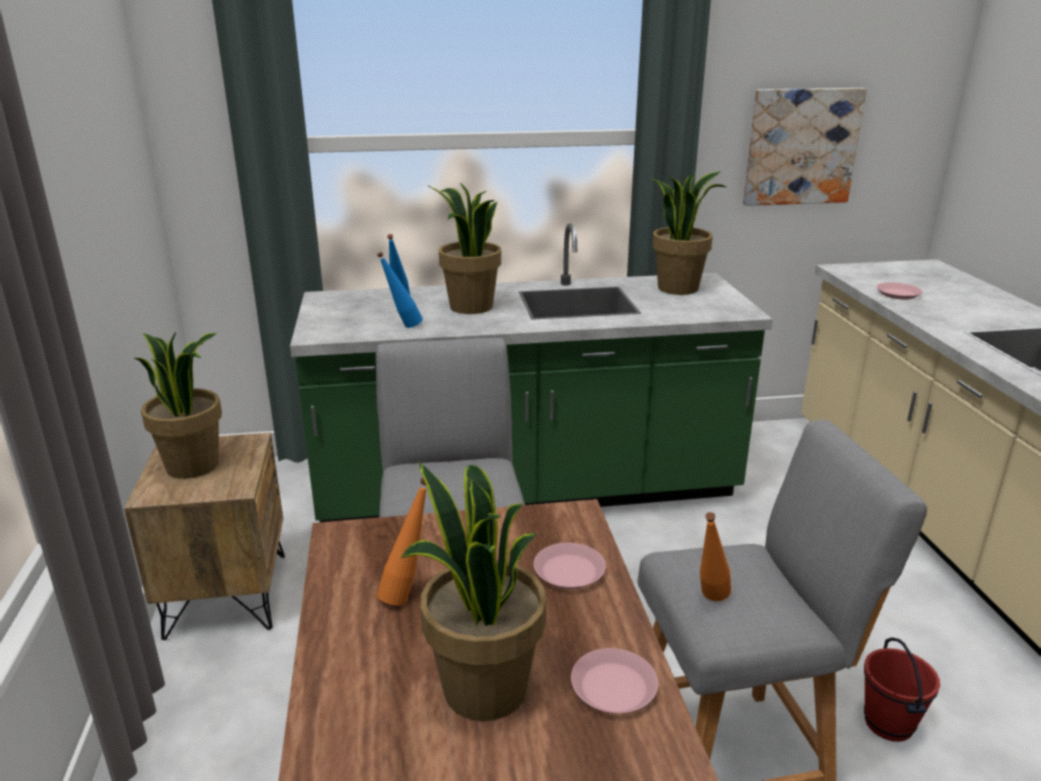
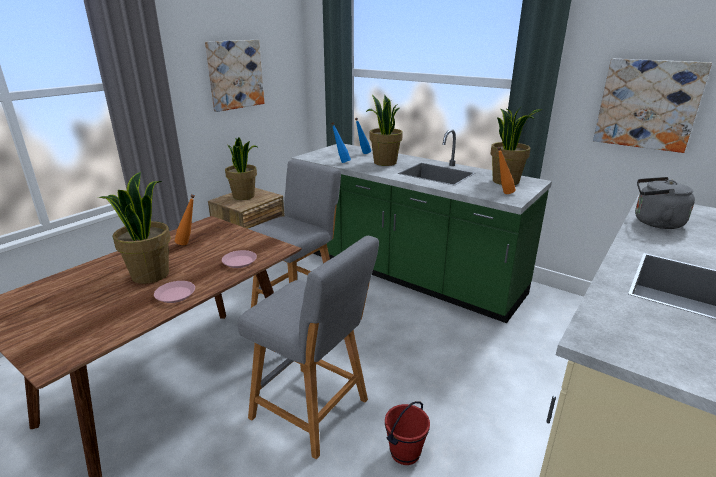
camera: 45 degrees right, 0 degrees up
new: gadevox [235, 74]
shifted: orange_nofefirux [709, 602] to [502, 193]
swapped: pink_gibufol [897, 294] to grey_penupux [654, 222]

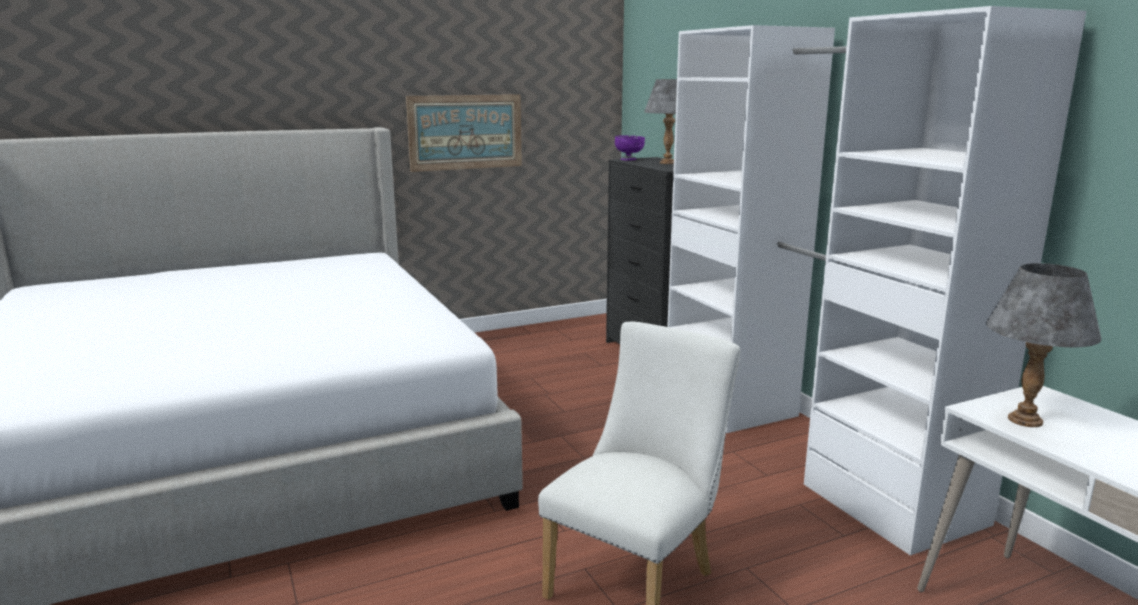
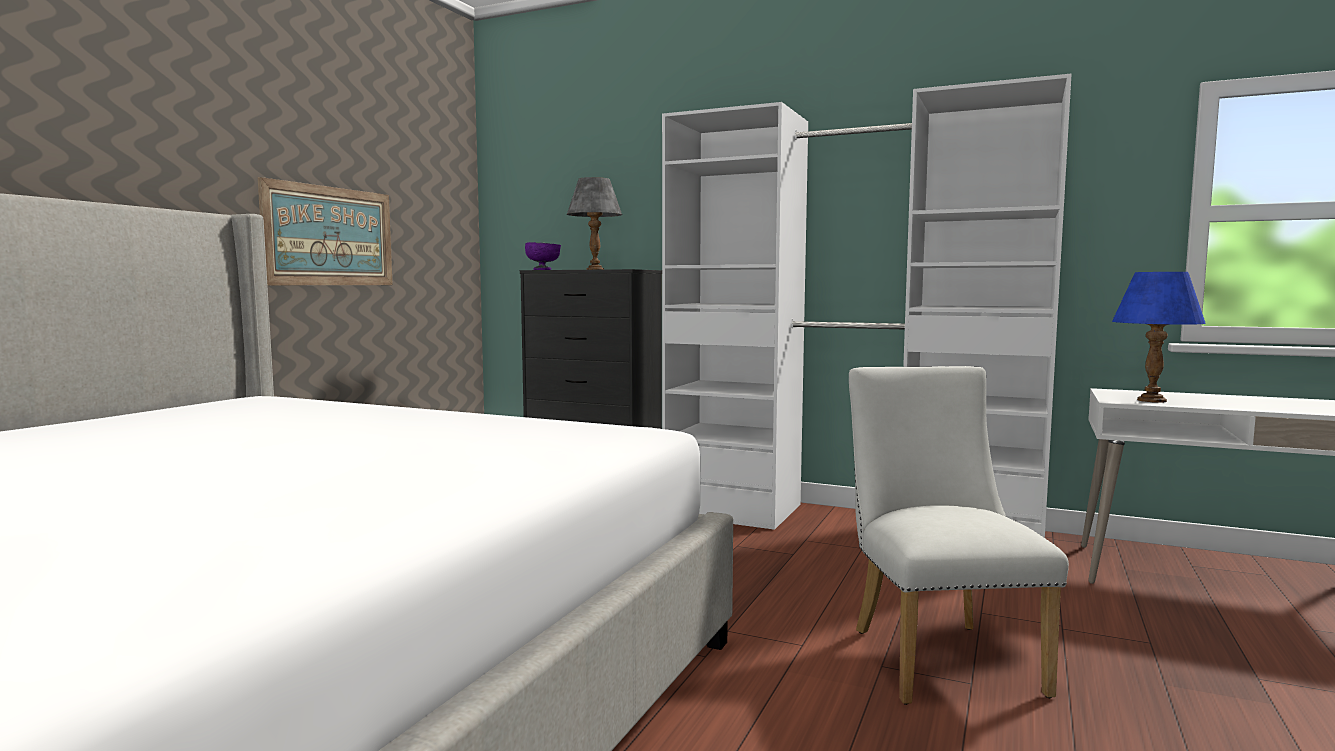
camera: 40 degrees left, 10 degrees down
repainted: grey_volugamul [1025, 420] to blue_volugamul [1152, 400]

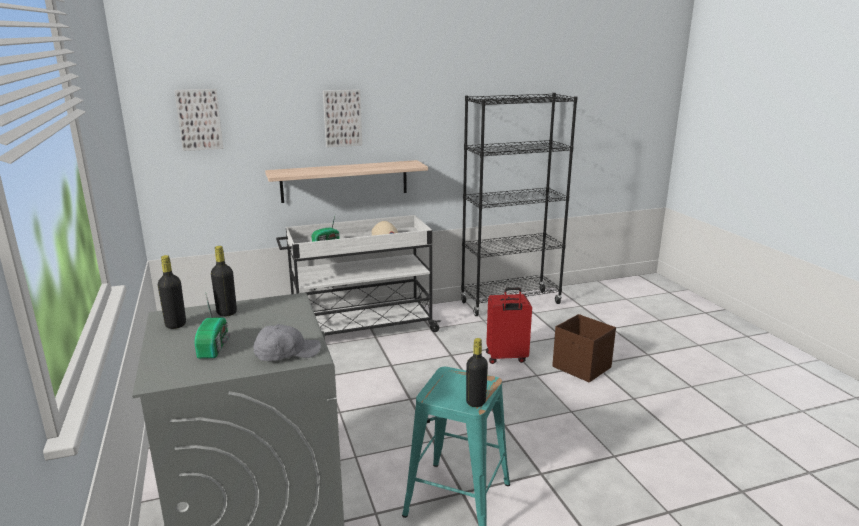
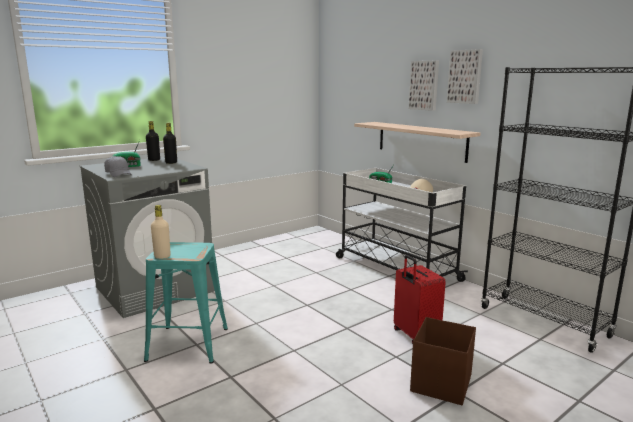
camera: 70 degrees right, 5 degrees down
shifted: gadevox [199, 119] to [465, 76]
repainted: black_nofefirux [475, 402] to beige_nofefirux [162, 256]

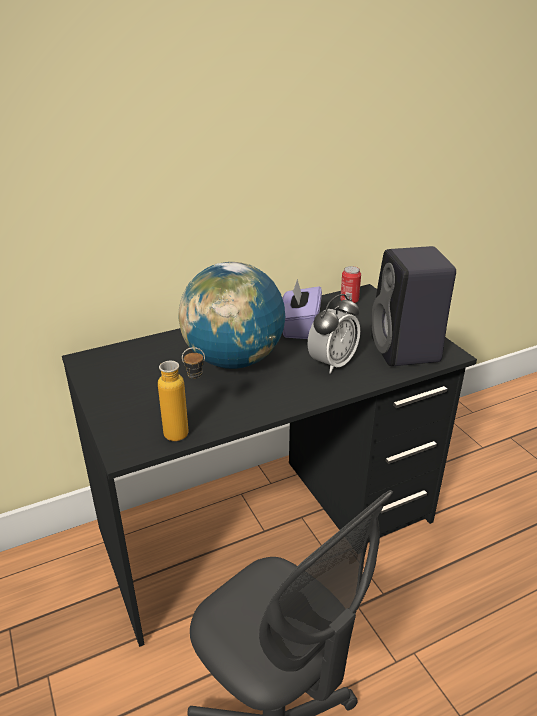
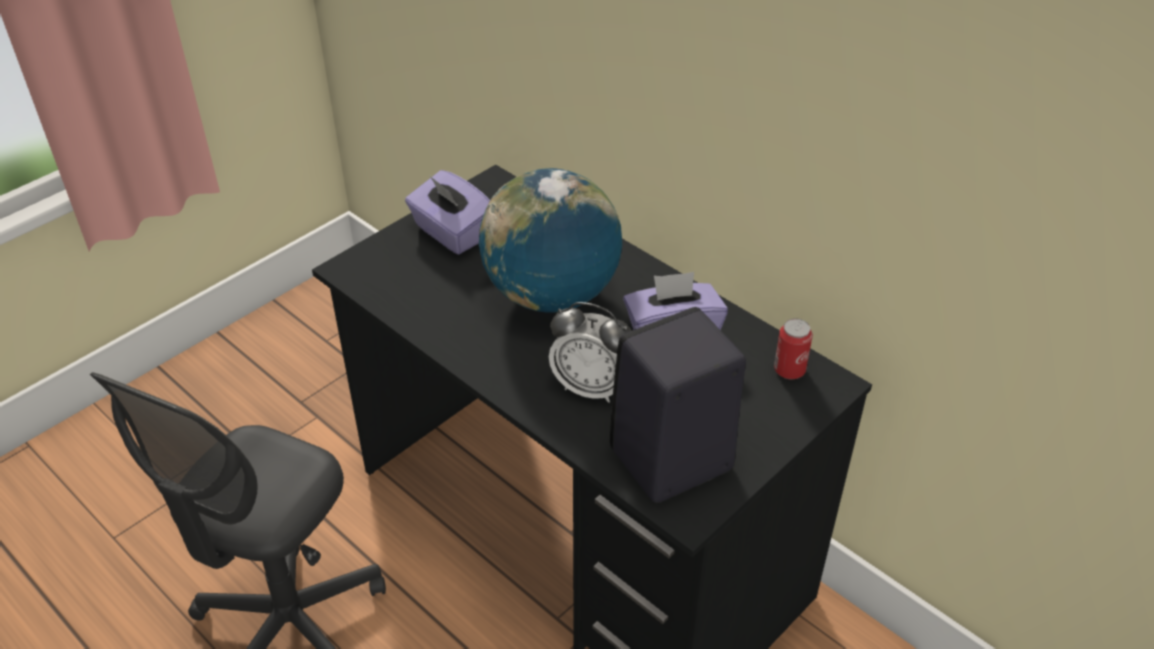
camera: 70 degrees right, 10 degrees up
gone: nofefirux [186, 433]
new: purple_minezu [451, 233]

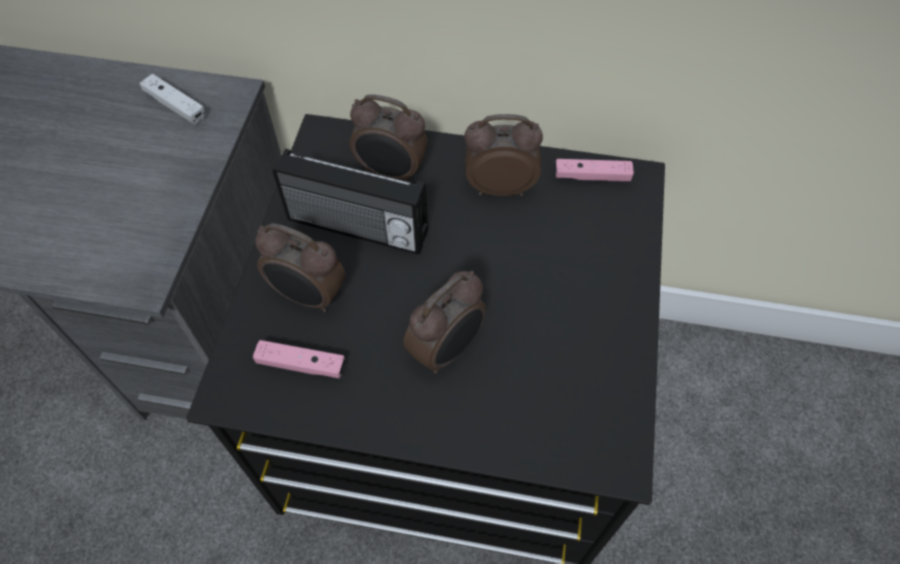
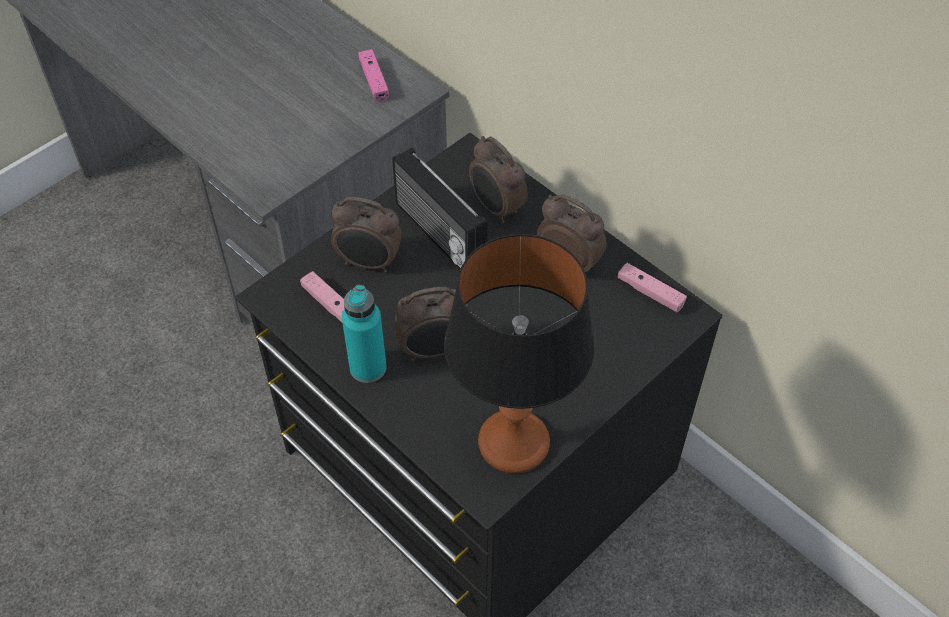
camera: 35 degrees right, 5 degrees down
new: turquoise_nofefirux [368, 367]; volugamul [513, 442]
repainted: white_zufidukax [175, 105] to pink_zufidukax [374, 80]
rotated: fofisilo [308, 296] = [369, 263] 45 degrees counterclockwise

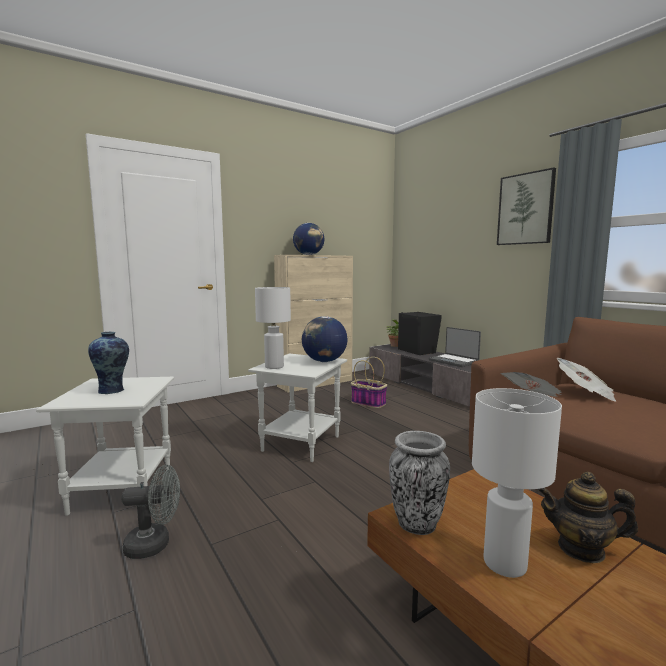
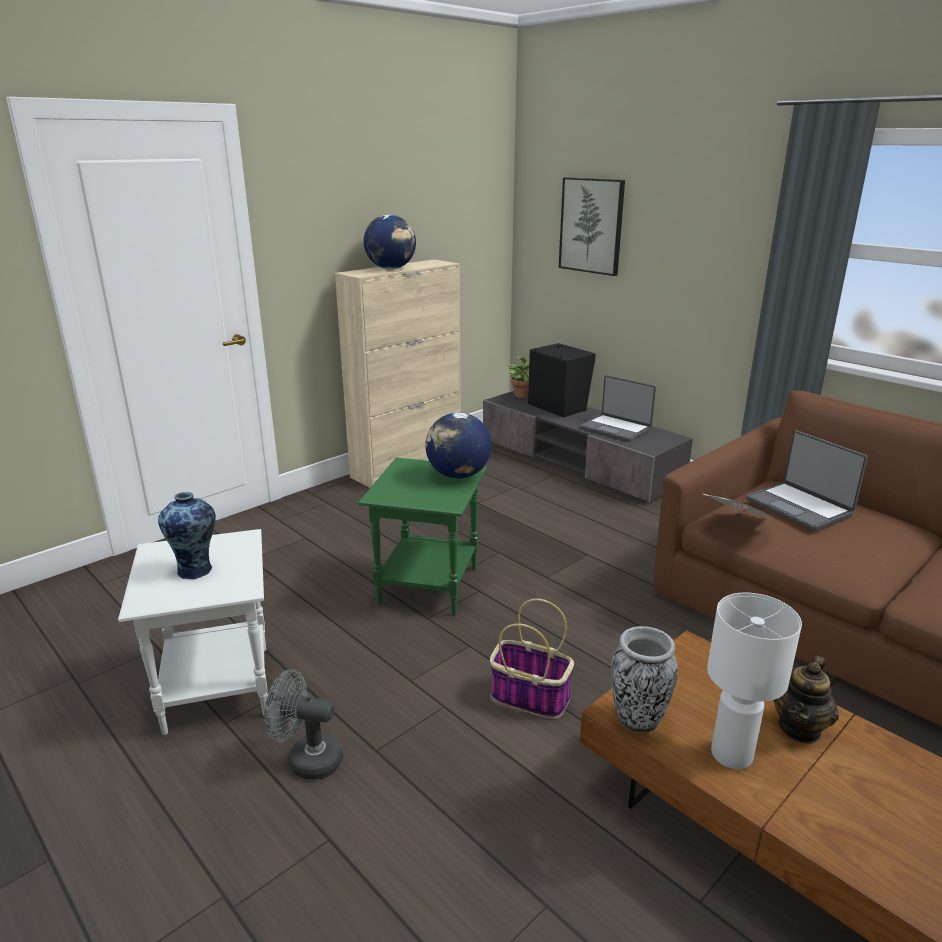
camera: 10 degrees left, 15 degrees up
gone: white_volugamul [275, 367]
shifted: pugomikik [367, 403] to [528, 697]; gadevox [525, 209] to [591, 226]
swapped: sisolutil [585, 393] to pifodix [799, 507]
repainted: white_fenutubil [301, 443] to green_fenutubil [429, 585]
rotated: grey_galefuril [155, 544] = [307, 759] 150 degrees counterclockwise; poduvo [581, 549] = [800, 728] 60 degrees counterclockwise

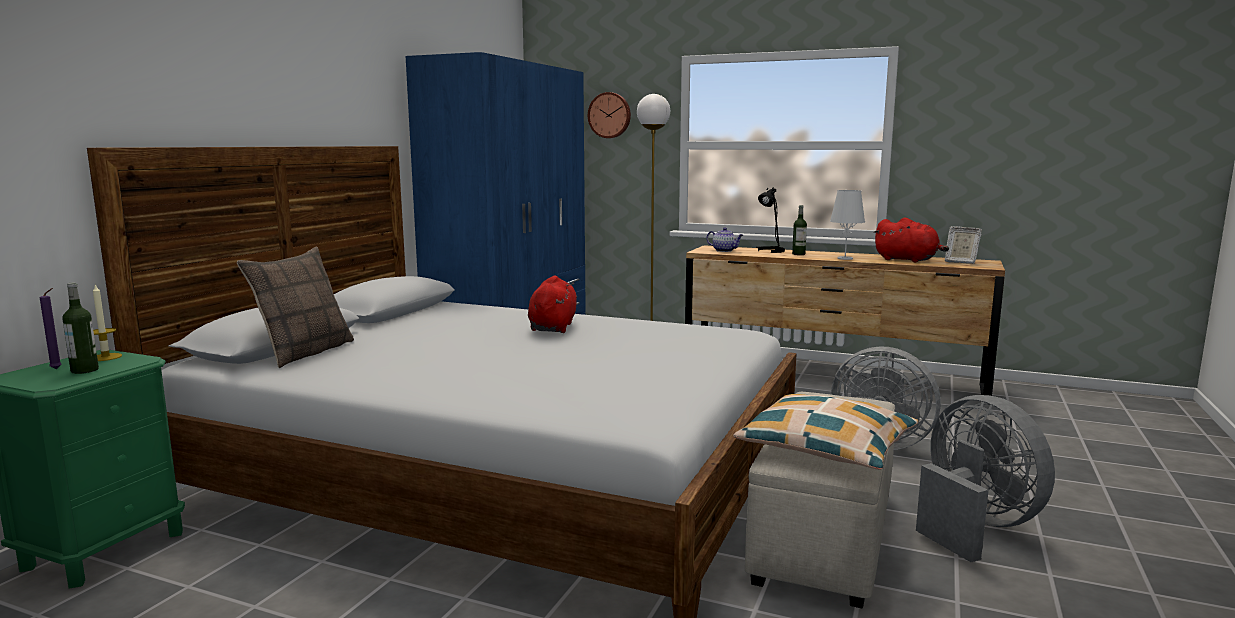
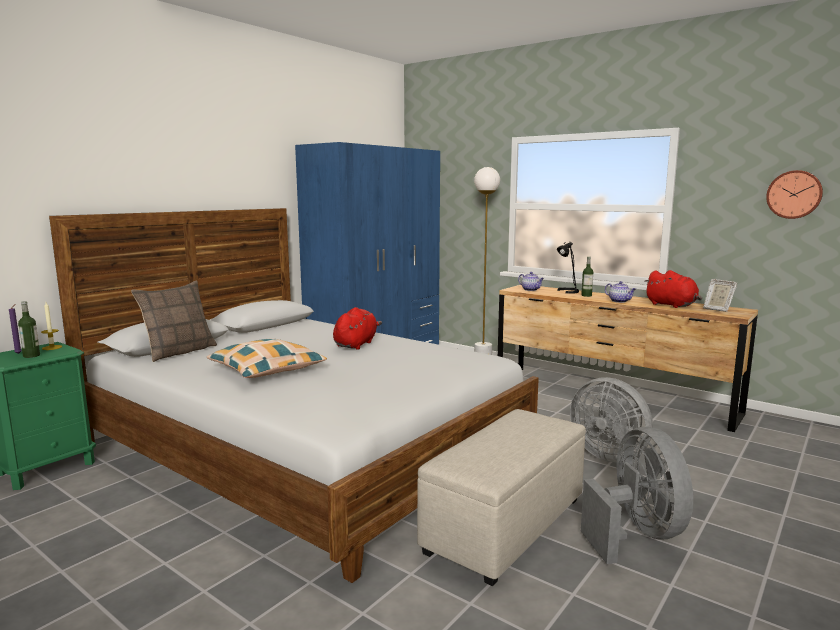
camera: 15 degrees right, 0 degrees up
shifted: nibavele [610, 115] to [794, 194]; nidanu [827, 447] to [267, 370]
swapped: white_volugamul [845, 258] to poduvo [620, 301]

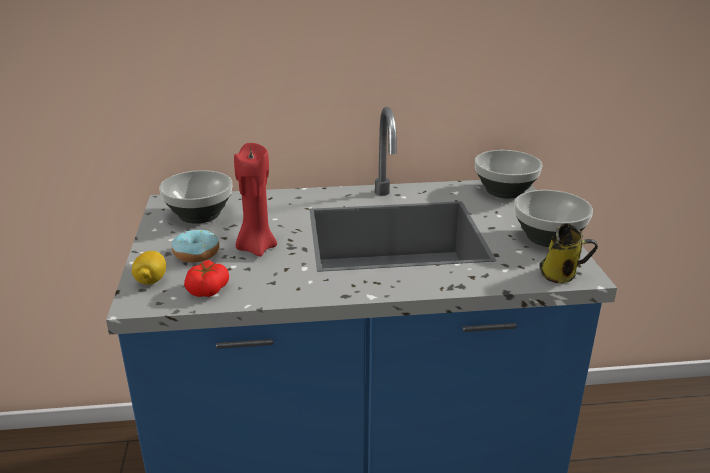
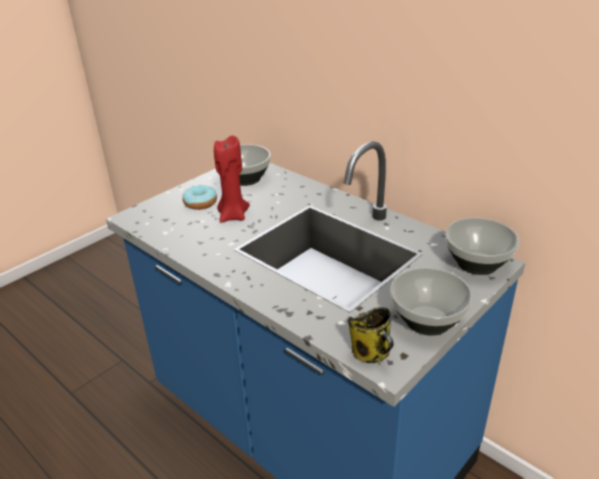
camera: 50 degrees right, 5 degrees up
gone: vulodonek [151, 281]; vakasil [207, 289]

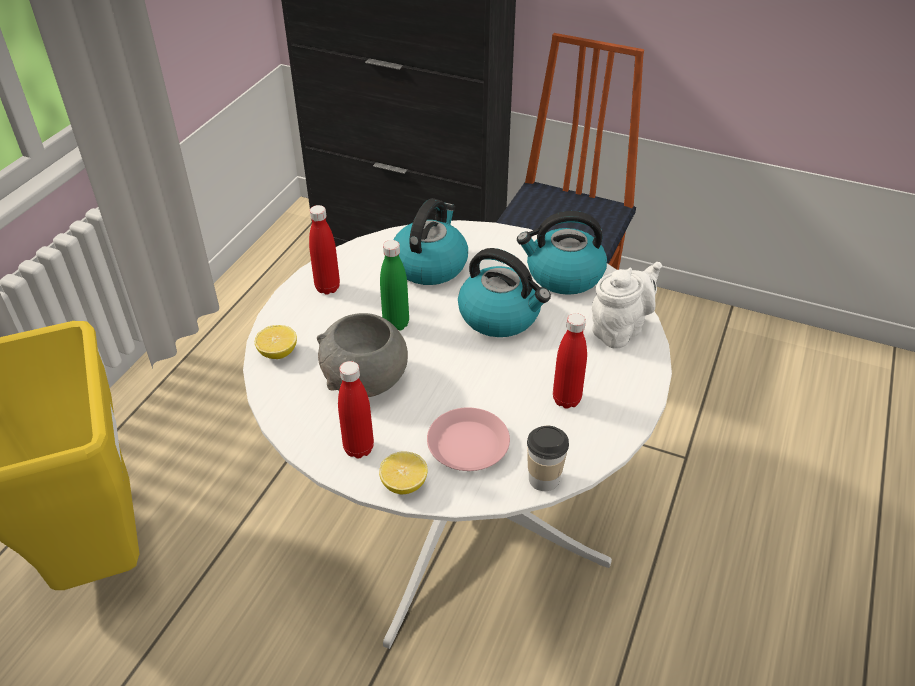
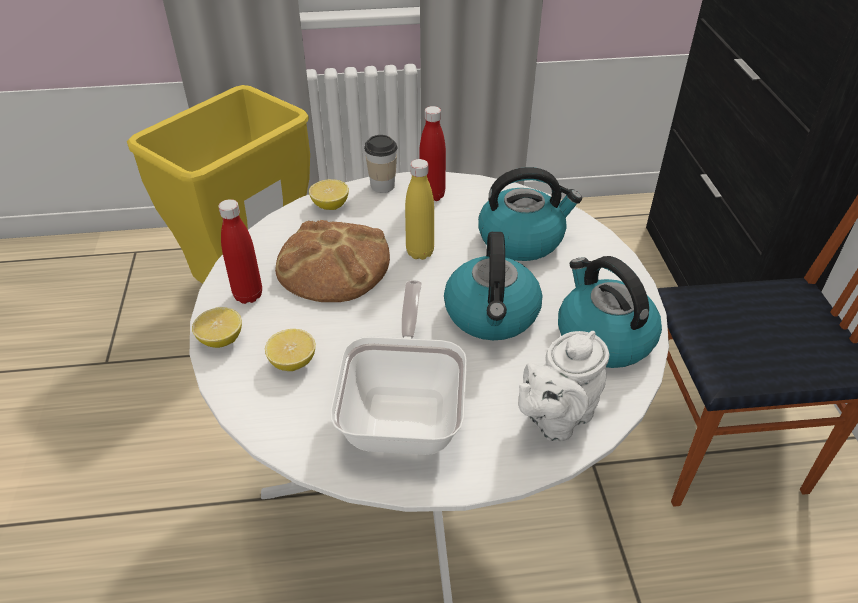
camera: 60 degrees right, 0 degrees up
shifted: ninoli [544, 479] to [382, 185]
swapped: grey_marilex [366, 380] to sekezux [334, 265]; pink_gibufol [468, 445] to vulodonek [293, 362]; red_nofefirux [566, 400] to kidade [405, 412]
repainted: green_nofefirux [396, 324] to yellow_nofefirux [420, 252]
rotated: white_poduvo [620, 329] = [556, 418] 120 degrees clockwise

